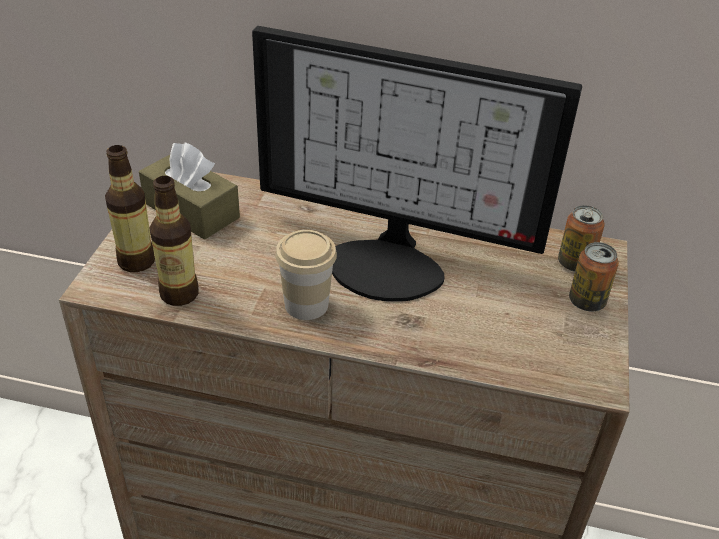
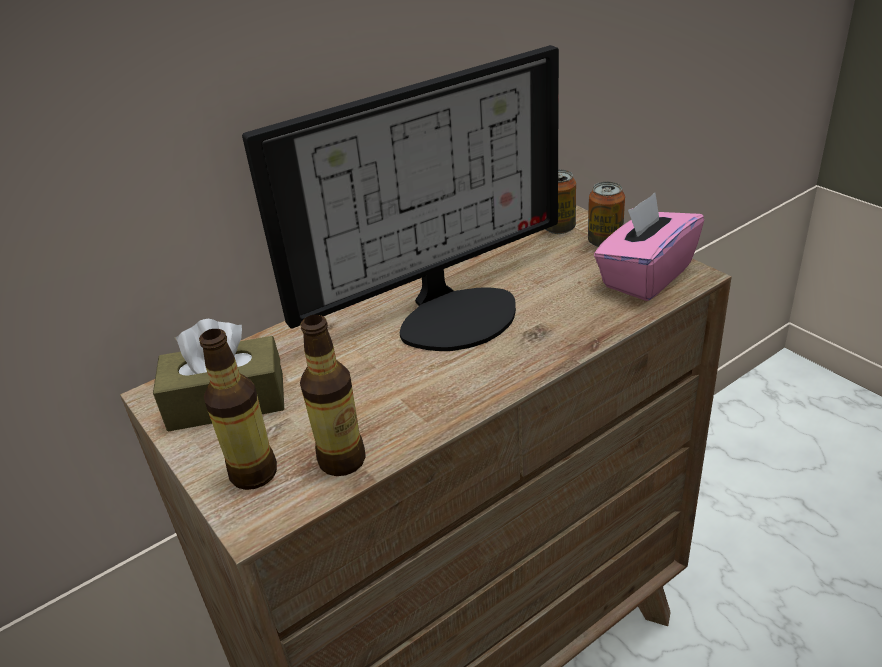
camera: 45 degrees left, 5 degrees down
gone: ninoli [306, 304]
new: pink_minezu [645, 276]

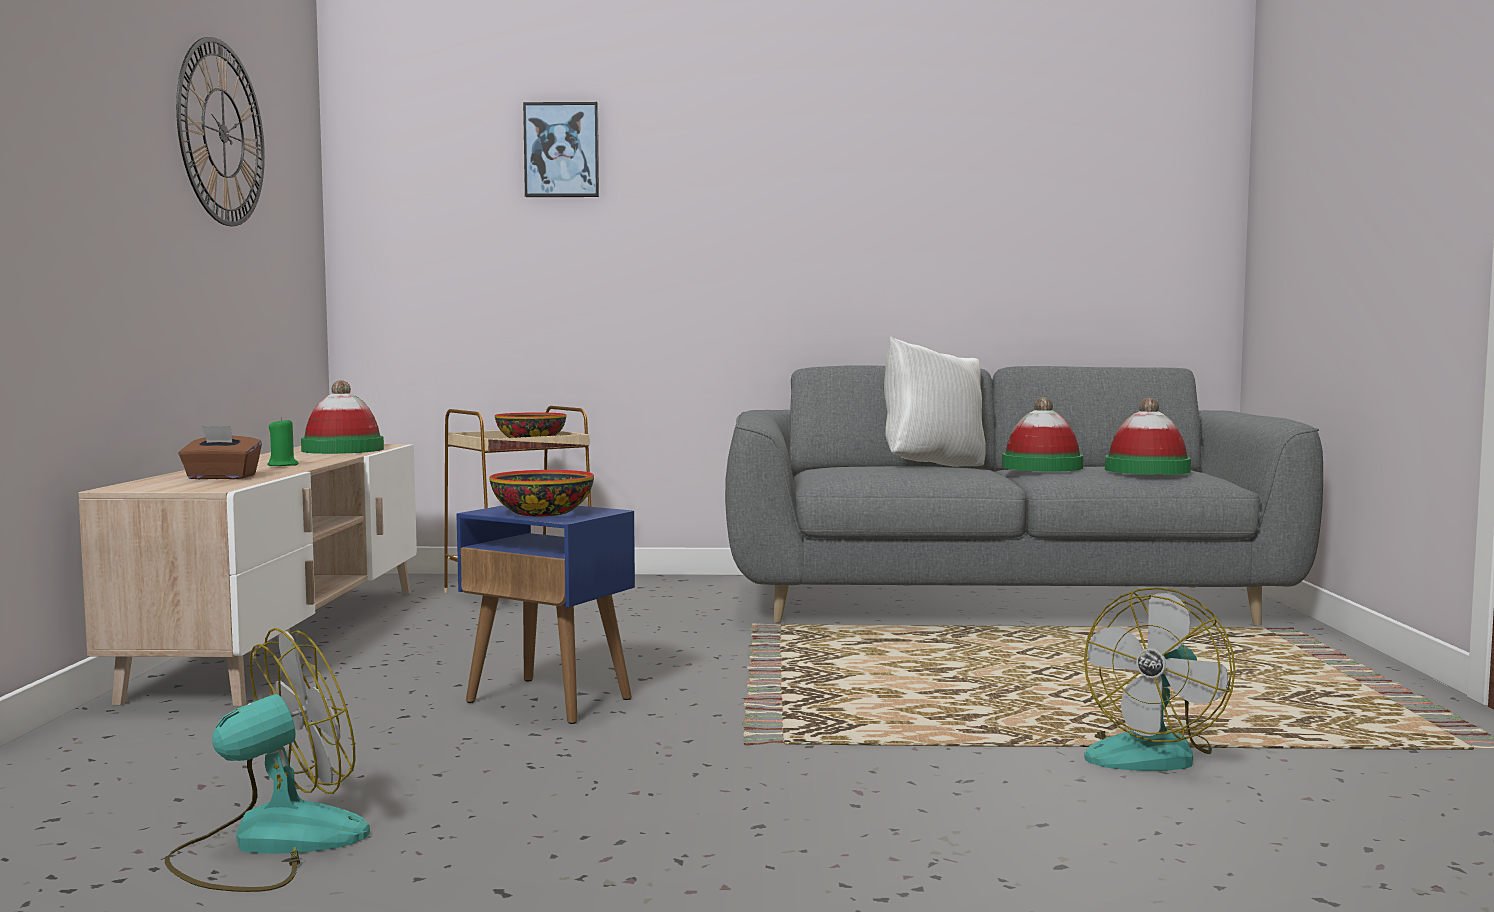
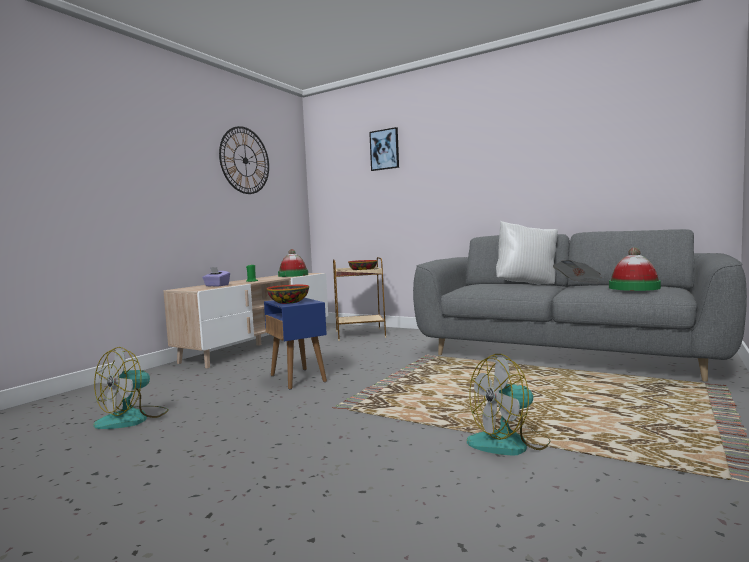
camera: 30 degrees right, 0 degrees up
swapped: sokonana [1042, 467] to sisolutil [579, 285]
repainted: brown_minezu [221, 477] to purple_minezu [216, 285]
rotated: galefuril [269, 844] = [133, 418] 135 degrees clockwise

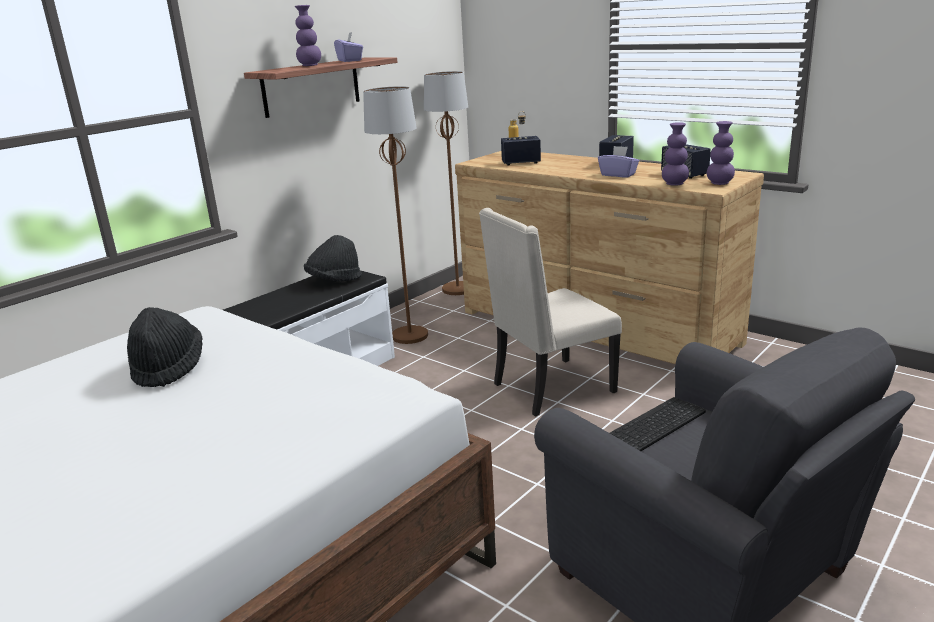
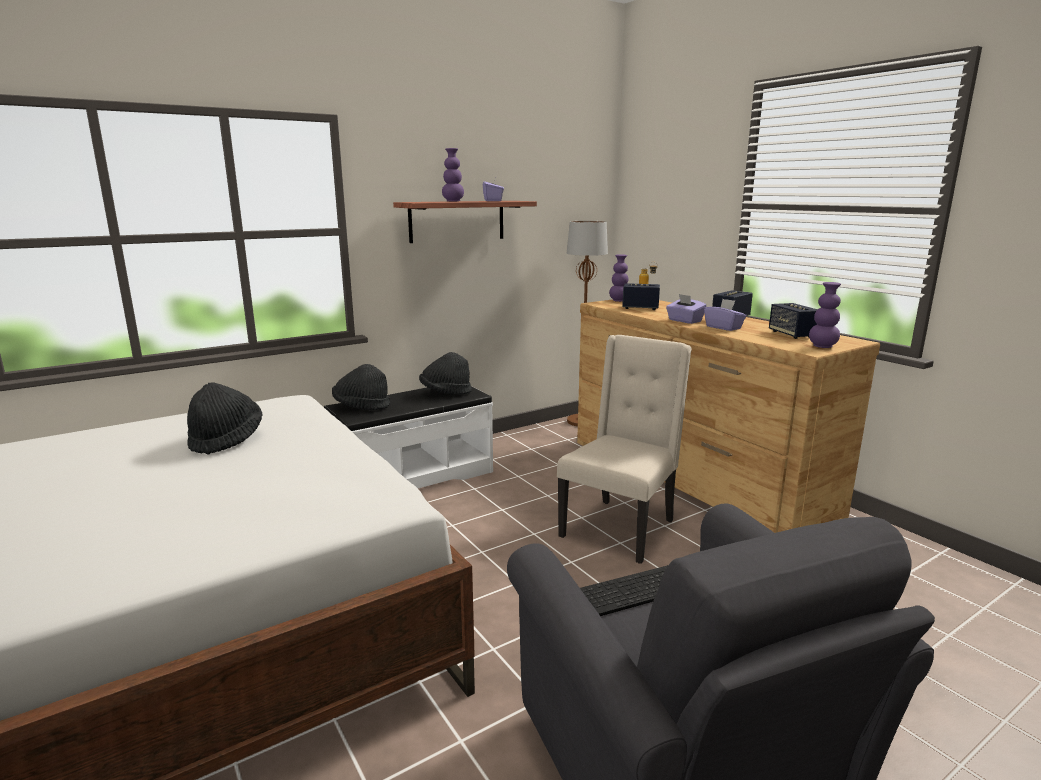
camera: 15 degrees right, 5 degrees down
gone: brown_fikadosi [410, 336]
new: black_sokonana [361, 407]; purple_minezu [684, 321]
shifted: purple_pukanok [674, 184] to [619, 301]
rotated: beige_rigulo [550, 388] = [620, 528] 135 degrees clockwise

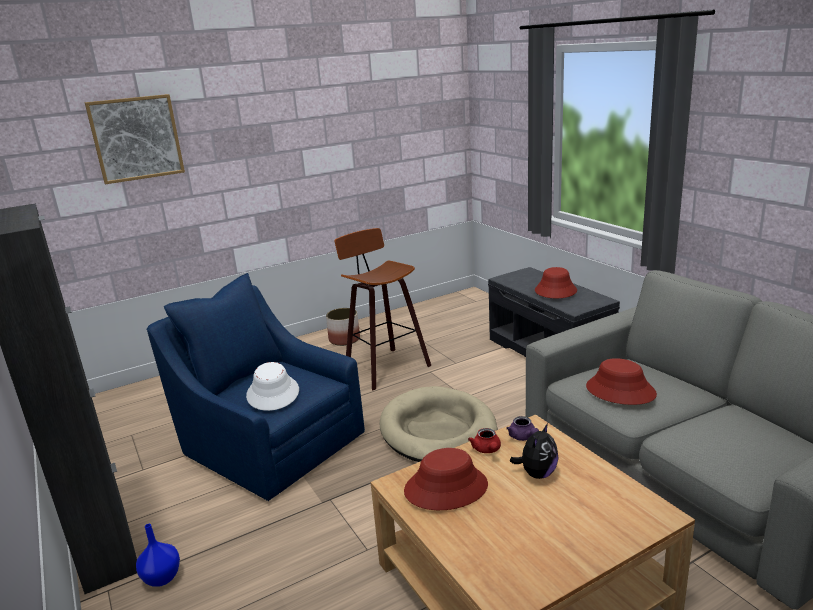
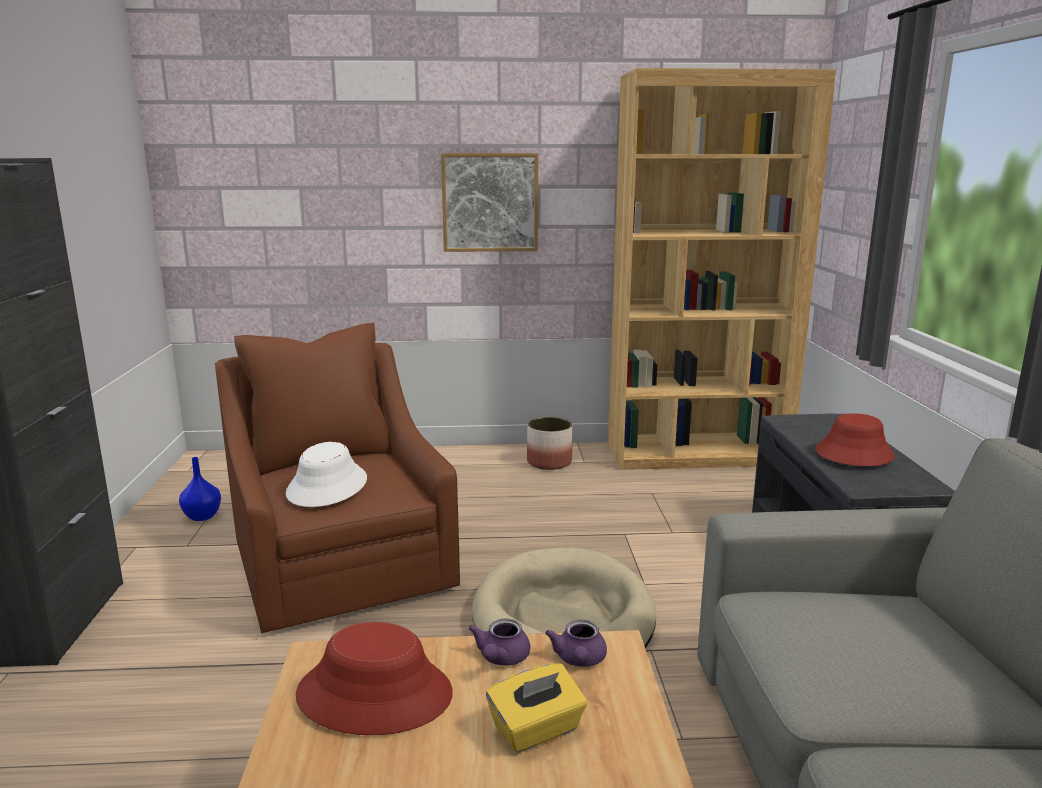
camera: 25 degrees right, 5 degrees down
gone: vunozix [384, 367]; red_sokonana [620, 391]
new: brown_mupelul [697, 454]
shifted: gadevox [136, 138] to [490, 202]; blue_pukanok [162, 577] to [203, 516]
swapped: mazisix [537, 473] to yellow_minezu [537, 730]
repainted: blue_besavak [270, 443] to brown_besavak [341, 562]; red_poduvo [487, 450] to purple_poduvo [501, 658]

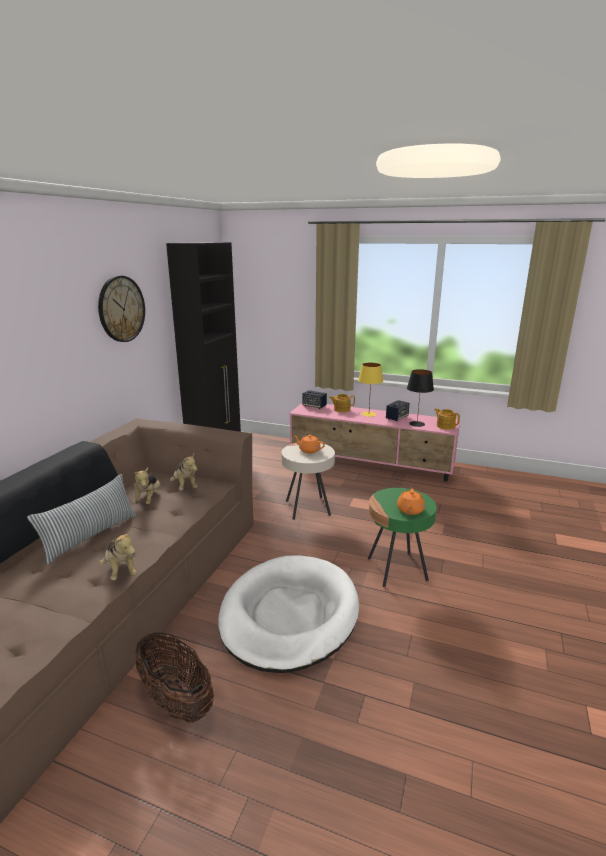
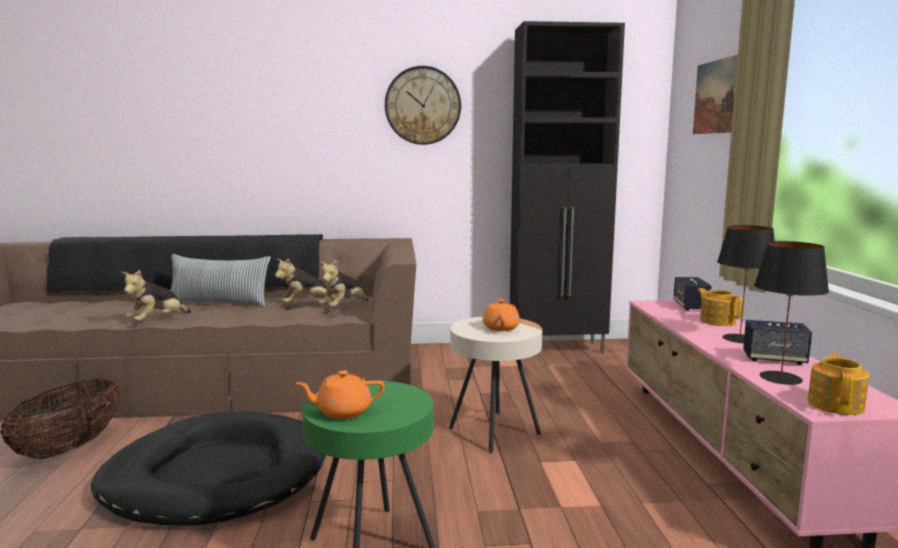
camera: 65 degrees right, 10 degrees down
new: gadevox [717, 96]
repainted: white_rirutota [289, 615] to black_rirutota [216, 475]; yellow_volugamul [368, 414] to black_volugamul [740, 338]

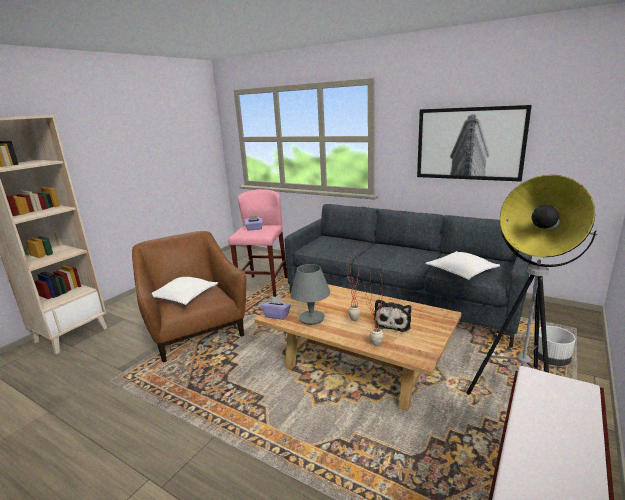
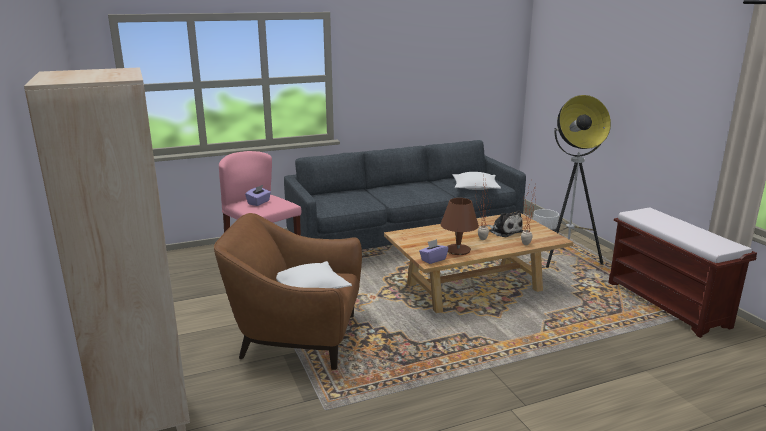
camera: 55 degrees left, 0 degrees up
gone: gadevox [469, 143]
repainted: grey_volugamul [312, 318] to brown_volugamul [458, 250]

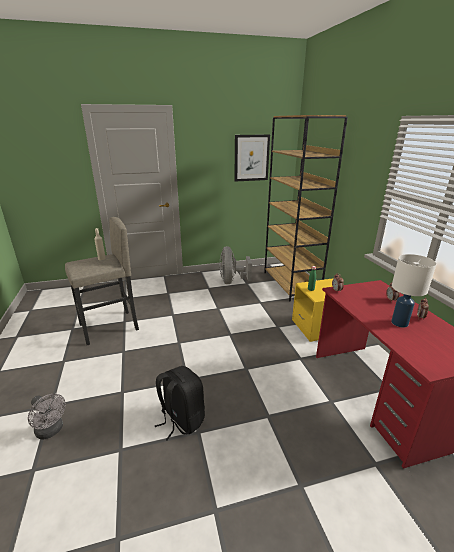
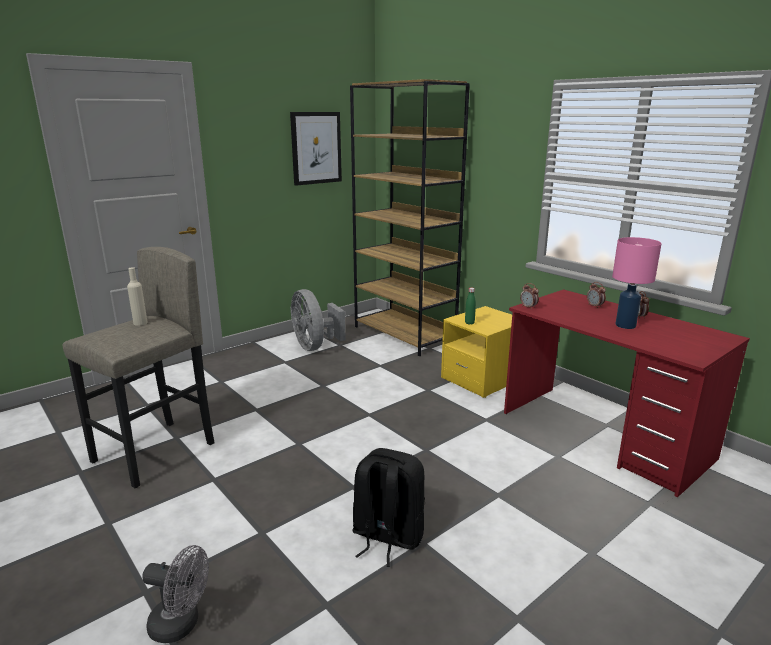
camera: 25 degrees left, 5 degrees down
repainted: white_volugamul [399, 322] to pink_volugamul [625, 325]

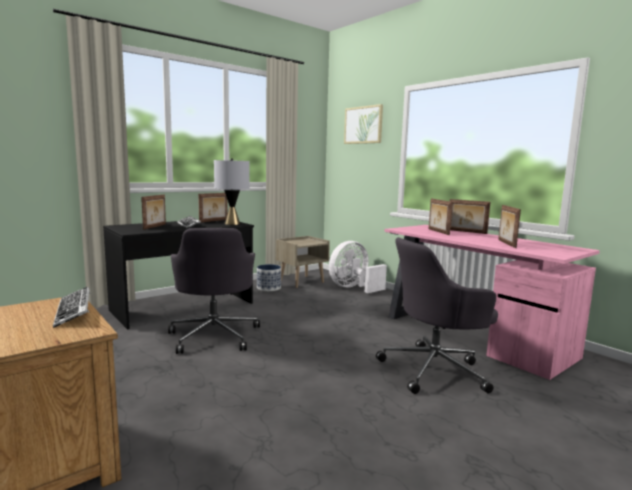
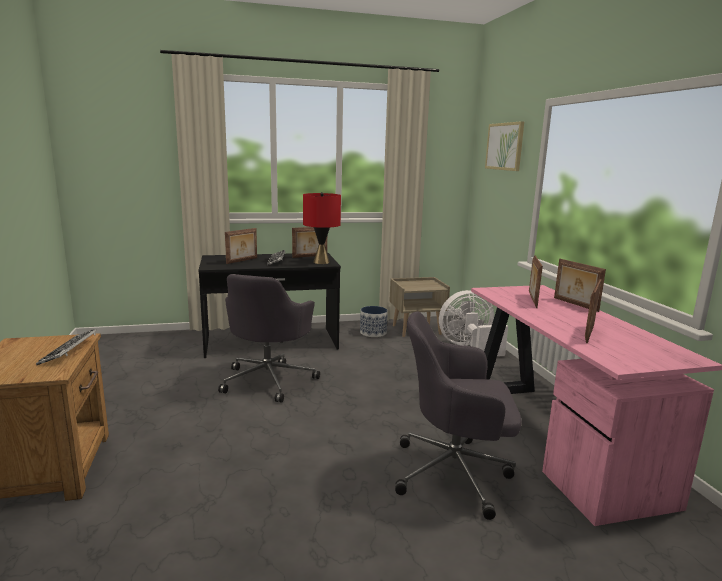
camera: 25 degrees right, 5 degrees up
repainted: grey_volugamul [232, 223] to red_volugamul [321, 262]

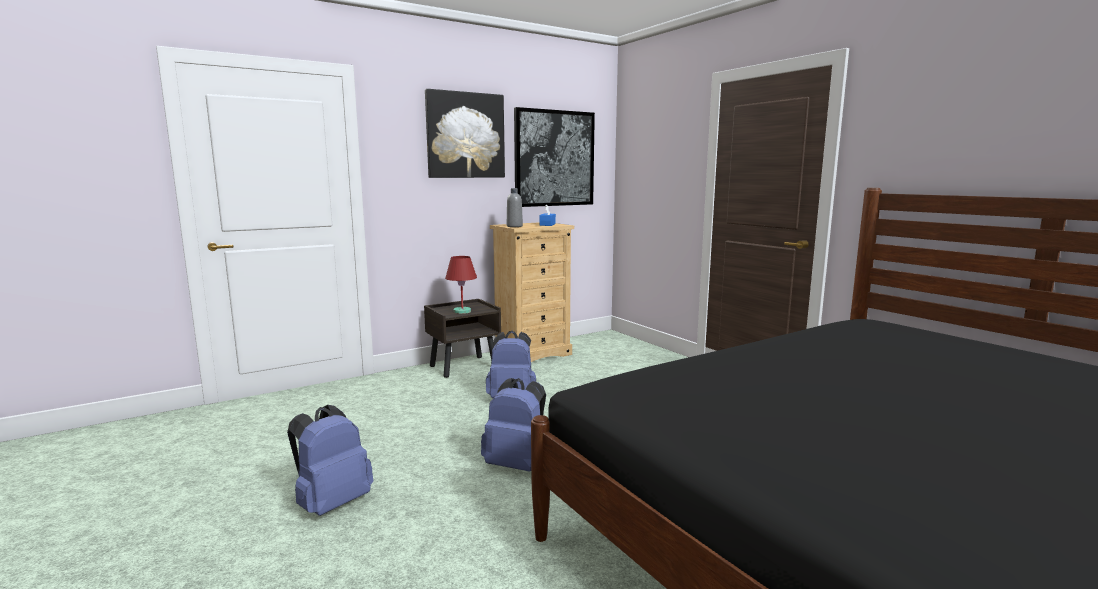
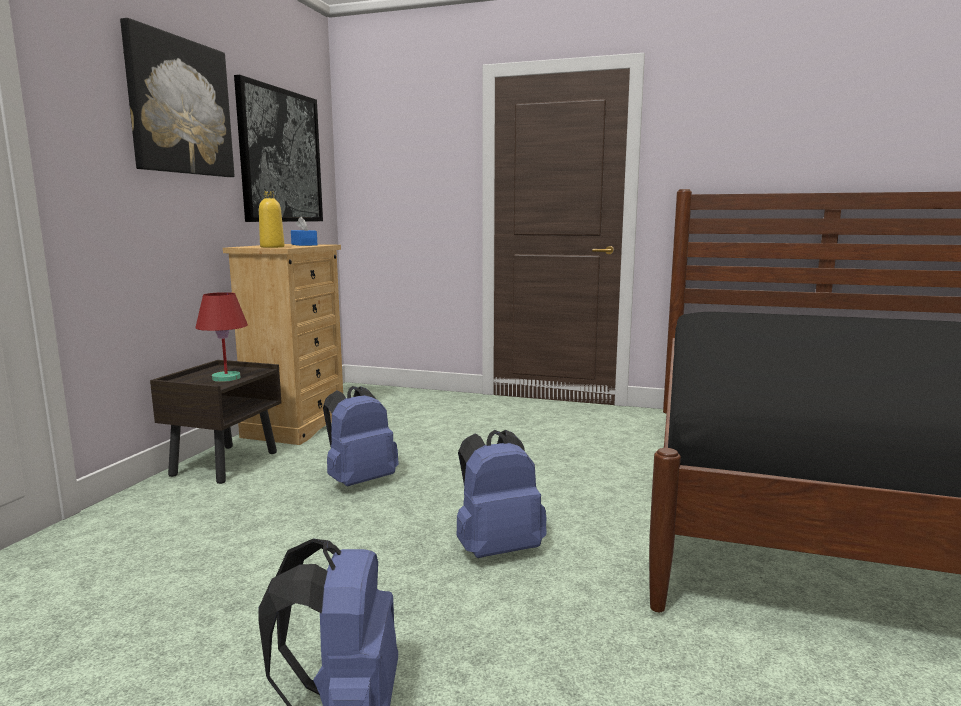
camera: 40 degrees left, 0 degrees up
repainted: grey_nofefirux [514, 226] to yellow_nofefirux [272, 247]

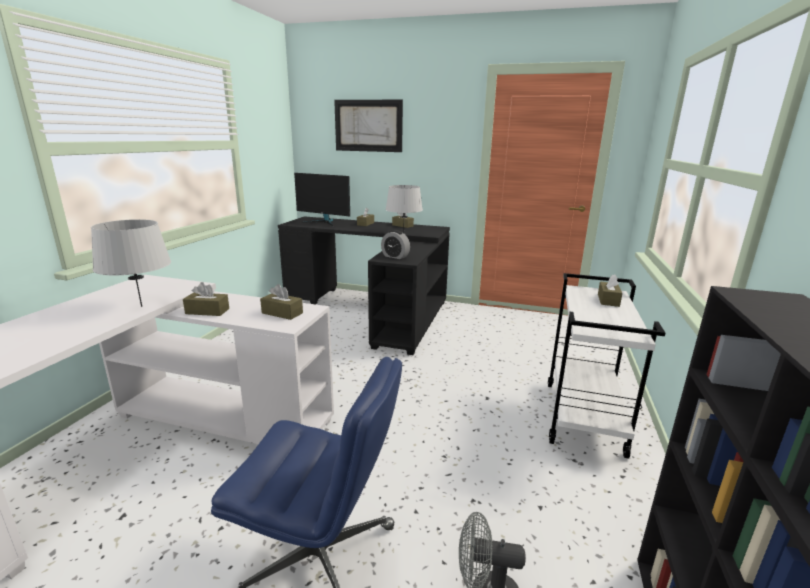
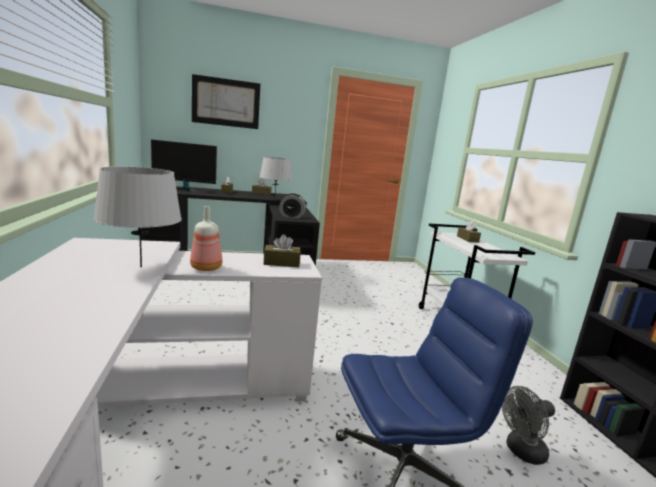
camera: 30 degrees left, 5 degrees down
swapped: brown_minezu [207, 311] to nofefirux [207, 267]

